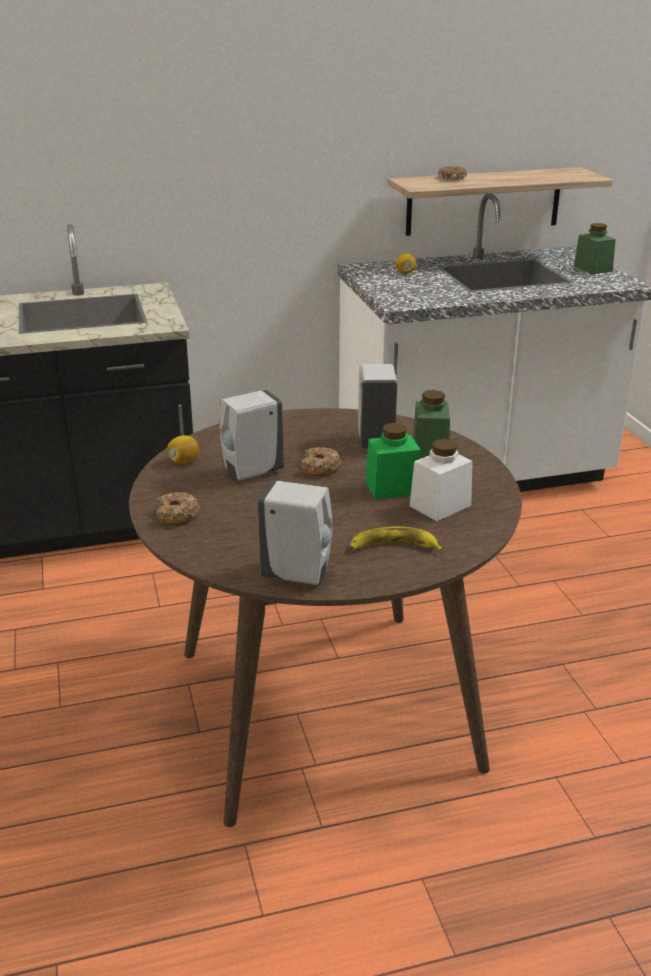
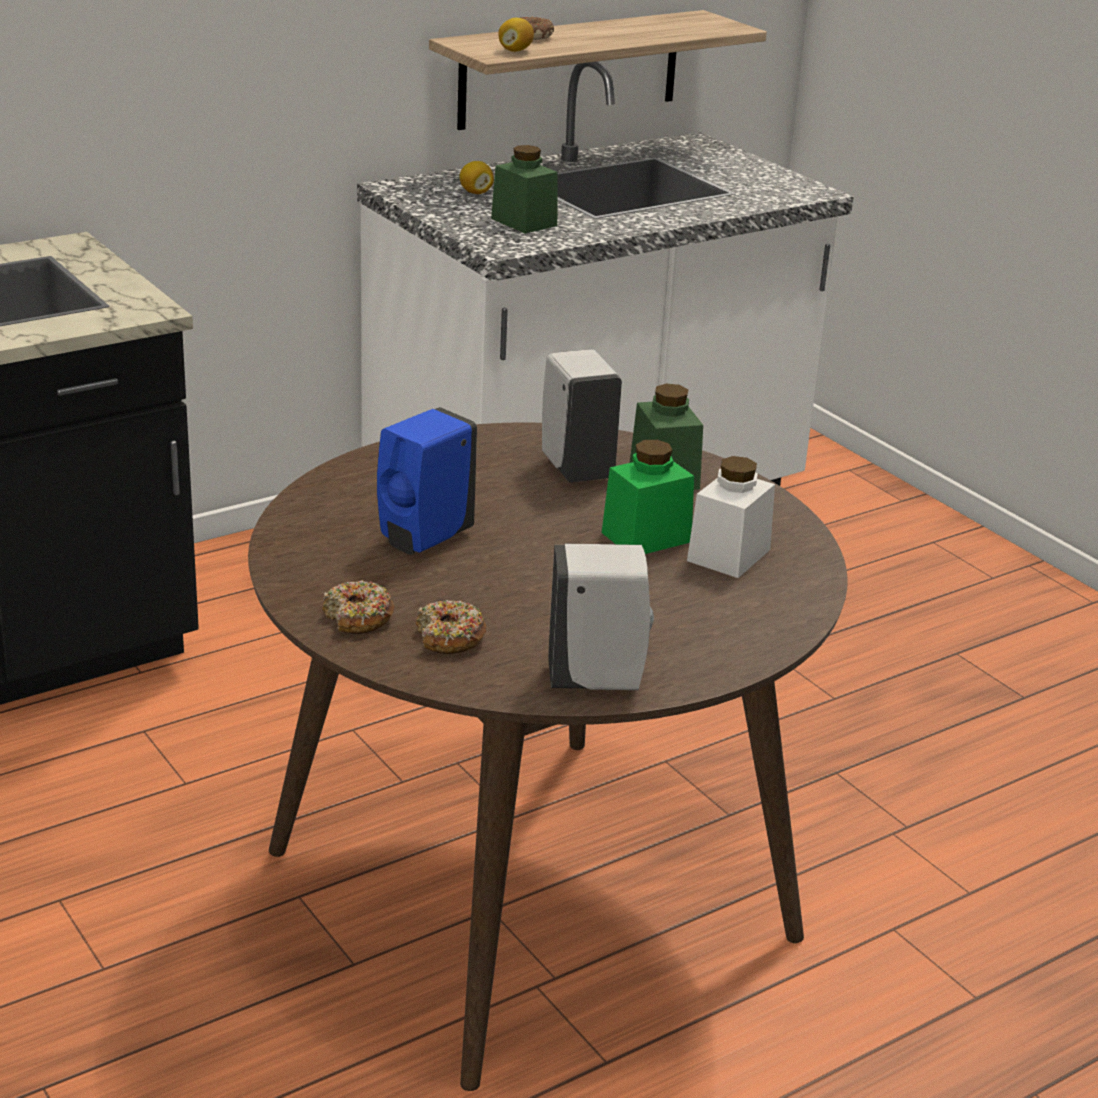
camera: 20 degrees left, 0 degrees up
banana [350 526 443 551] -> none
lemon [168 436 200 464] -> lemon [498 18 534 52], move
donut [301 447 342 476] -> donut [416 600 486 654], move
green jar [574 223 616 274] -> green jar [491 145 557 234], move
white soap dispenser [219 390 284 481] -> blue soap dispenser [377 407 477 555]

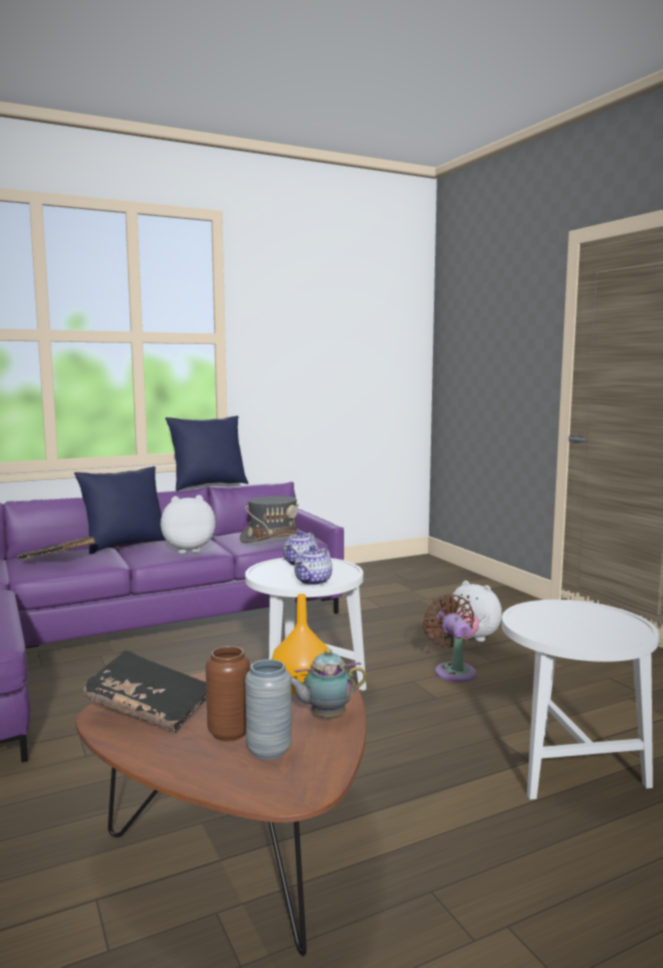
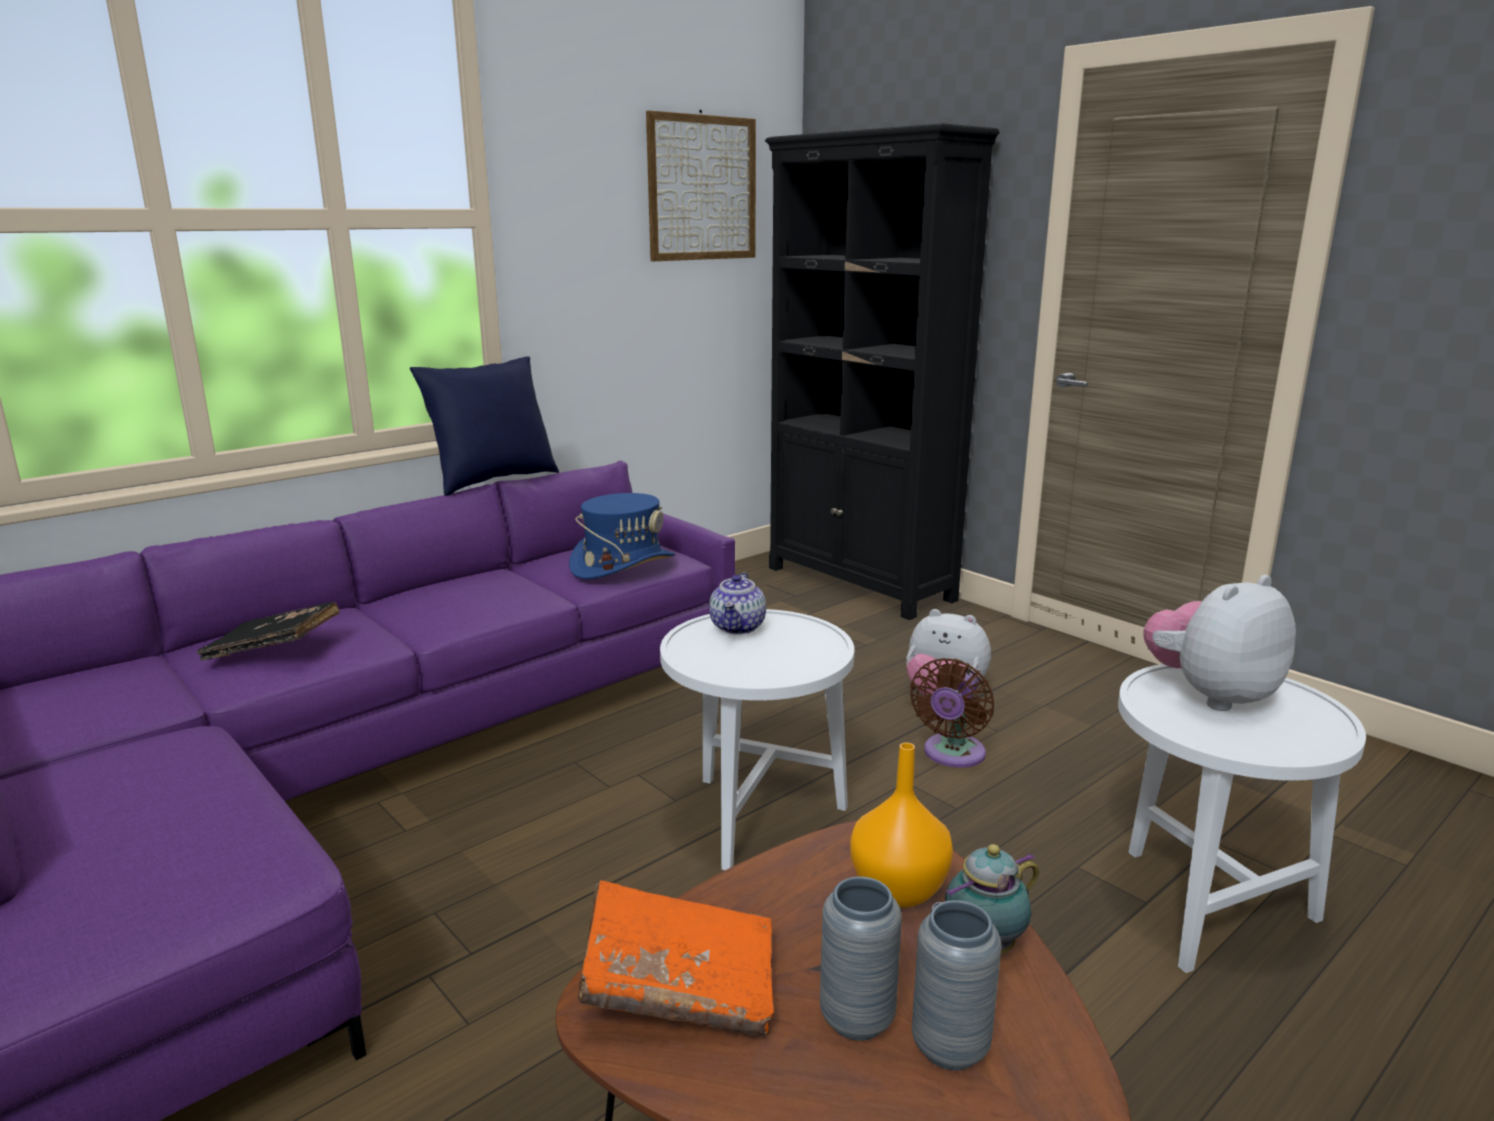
camera: 15 degrees left, 10 degrees up
blue pillow [74 466 166 554] -> none
teapot [294 545 332 585] -> none
none -> picture [646 109 756 261]
none -> black bookcase [765 123 1000 620]
plush toy [160 495 216 553] -> plush toy [1143 575 1296 711], move
black book [82 650 207 733] -> orange book [578 880 774 1036]
brown vase [206 646 250 742] -> grey vase [820 877 902 1040]
grey hat [240 496 304 543] -> blue hat [569 493 675 579]
brown fan [423 595 477 682] -> brown fan [910 658 994 768], 120 degrees counterclockwise

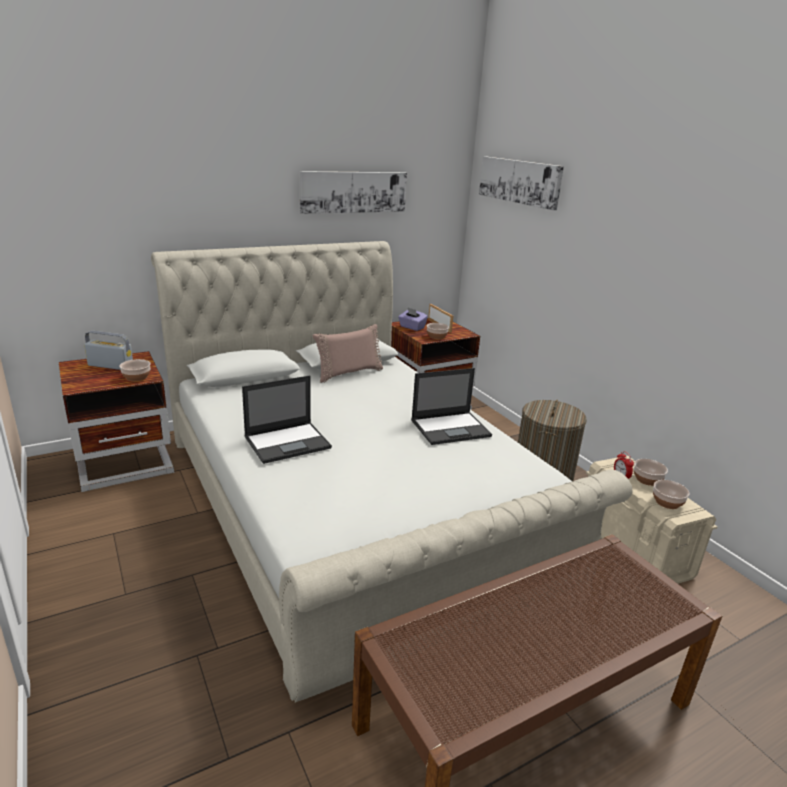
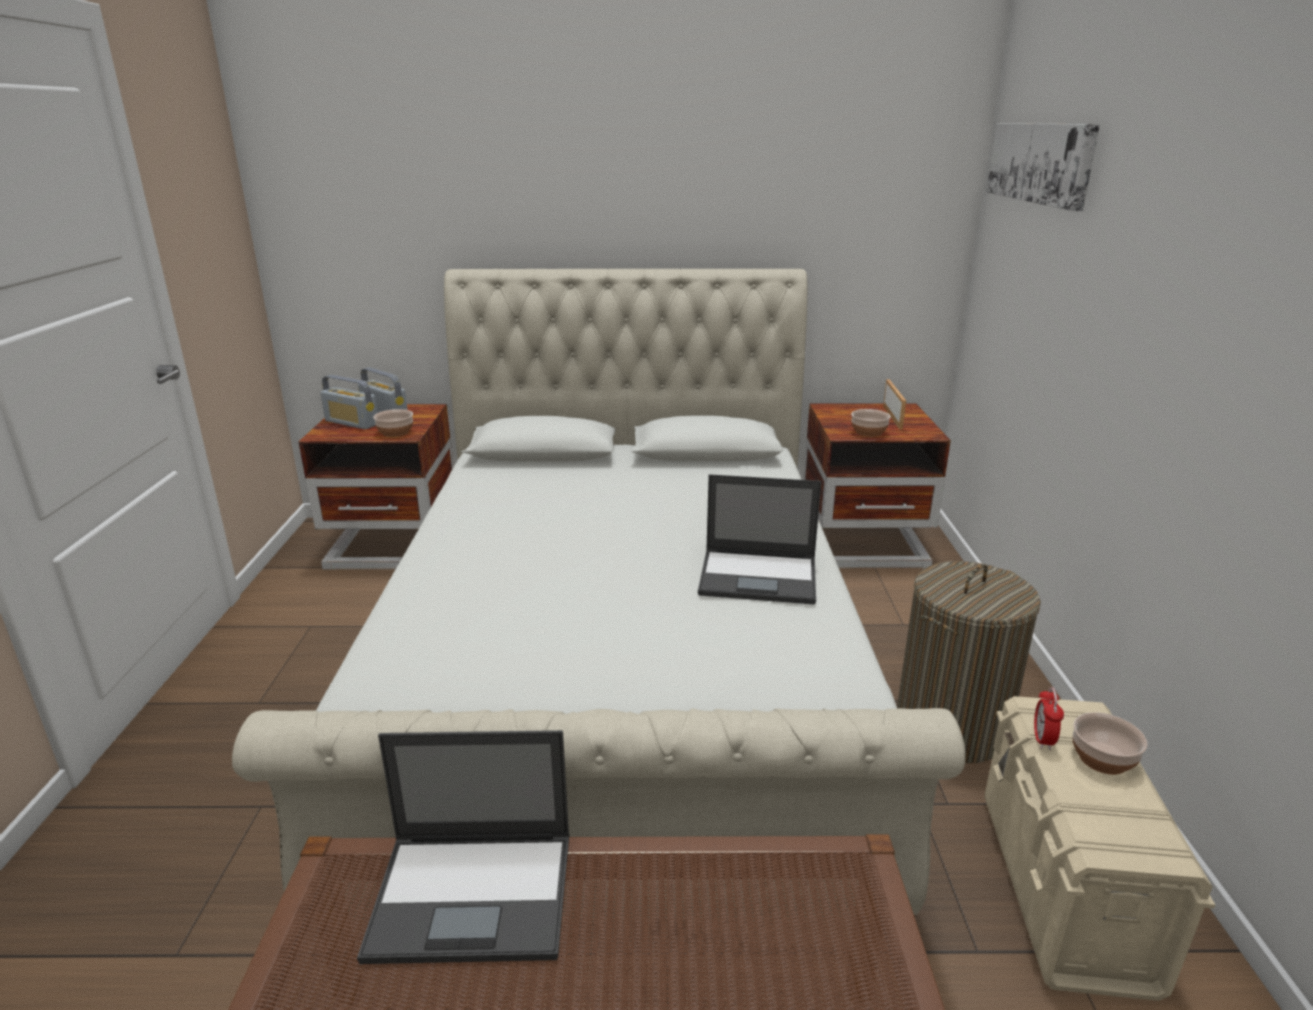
camera: 30 degrees right, 0 degrees up
picture [300 171 407 214] -> none
beige pillow [312 324 383 383] -> none
purple tissue box [398 308 428 331] -> none
bowl [653 480 690 509] -> none
none -> radio [320 375 377 430]
laptop [242 375 332 464] -> laptop [357 730 569 964], move

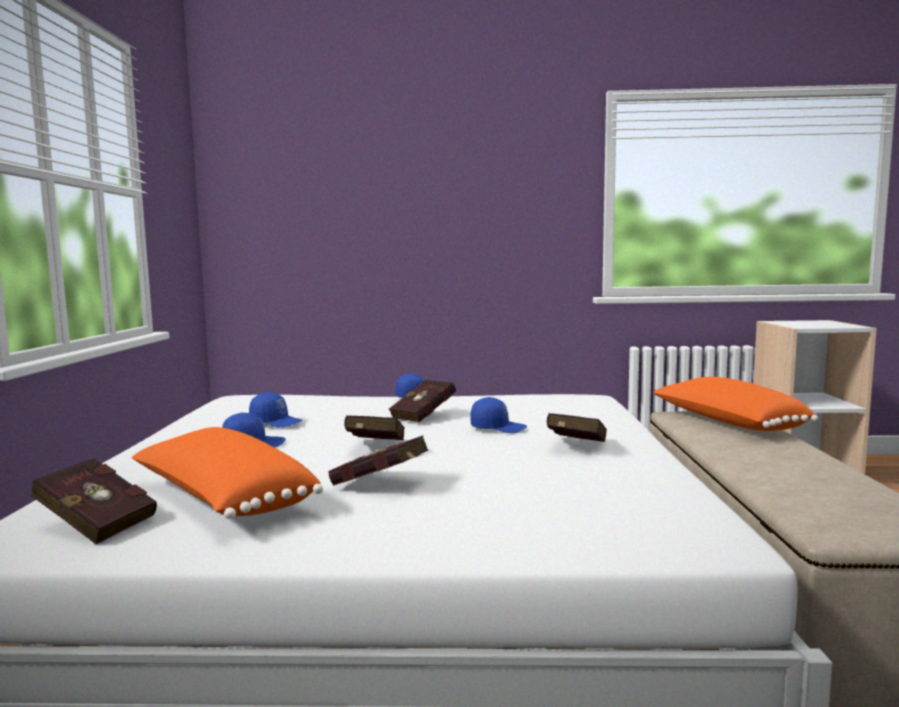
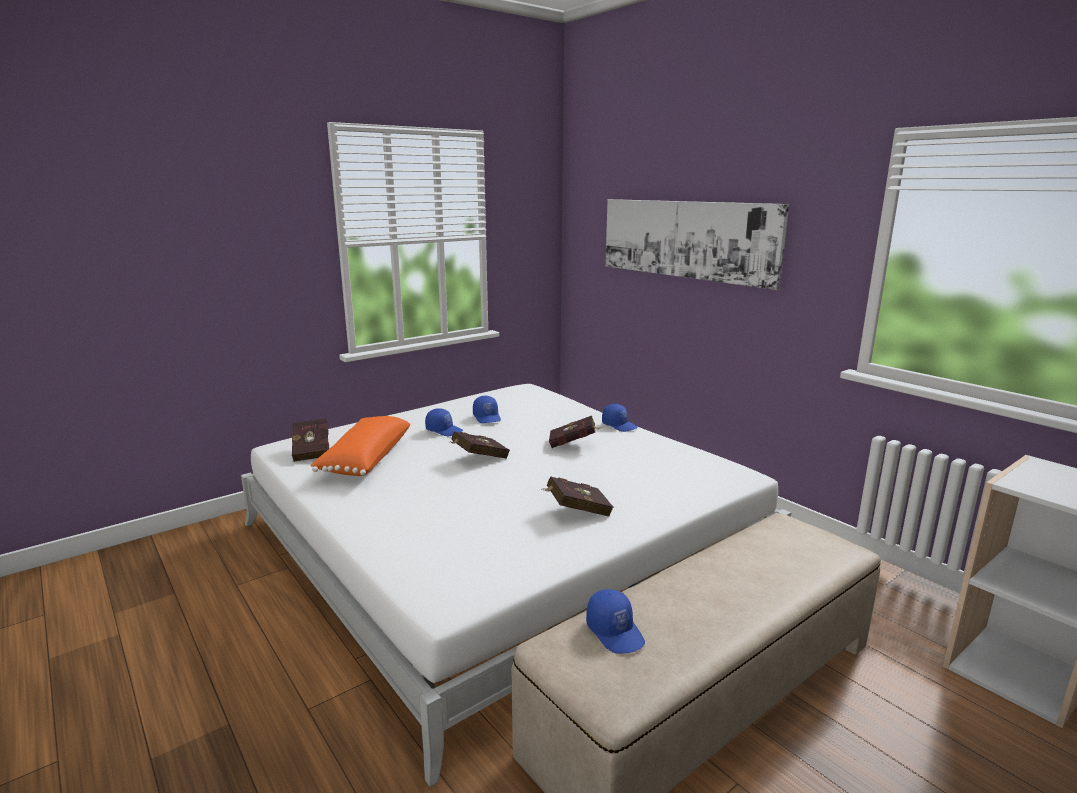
camera: 50 degrees right, 10 degrees up
red book [328 436 428 486] -> none
orange pillow [653 377 819 431] -> none
none -> picture [605 199 789 290]
blue cap [470 397 527 433] -> blue cap [586 589 645 654], move

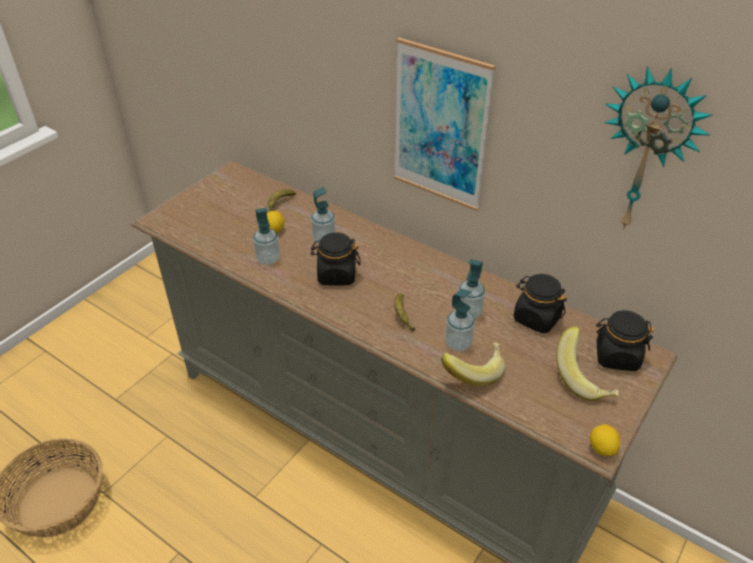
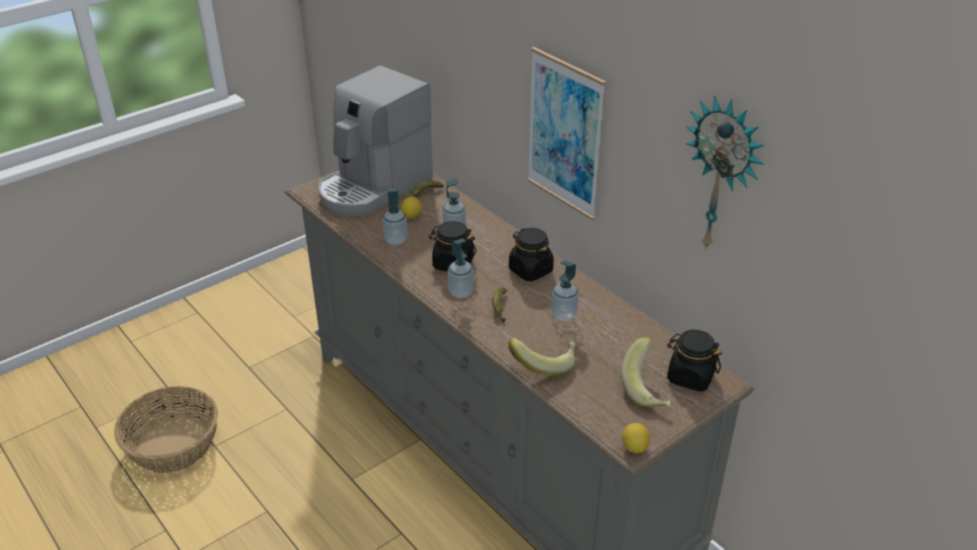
camera: 15 degrees right, 5 degrees down
none -> coffee machine [318 65 433 216]
soap dispenser [445 289 475 351] -> soap dispenser [448 239 474 298], move
black jar [513 274 567 333] -> black jar [509 228 554 281], move

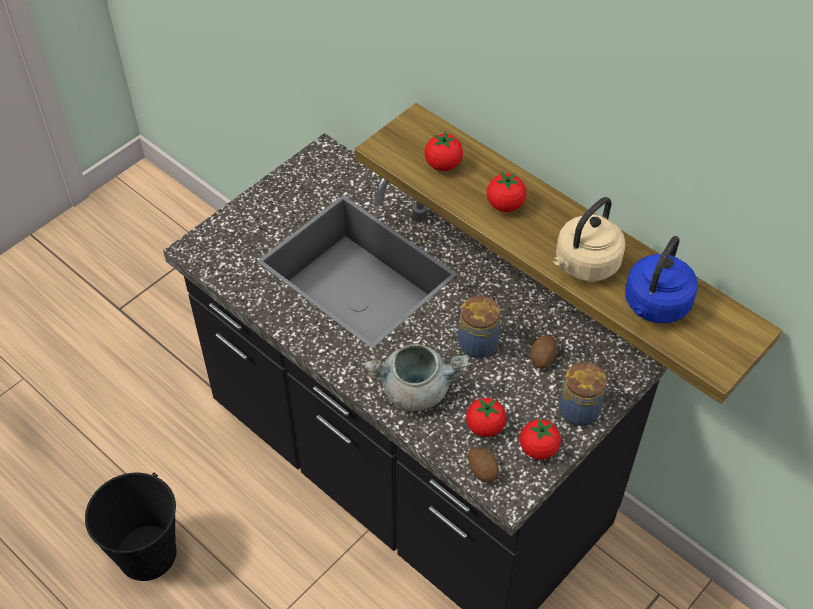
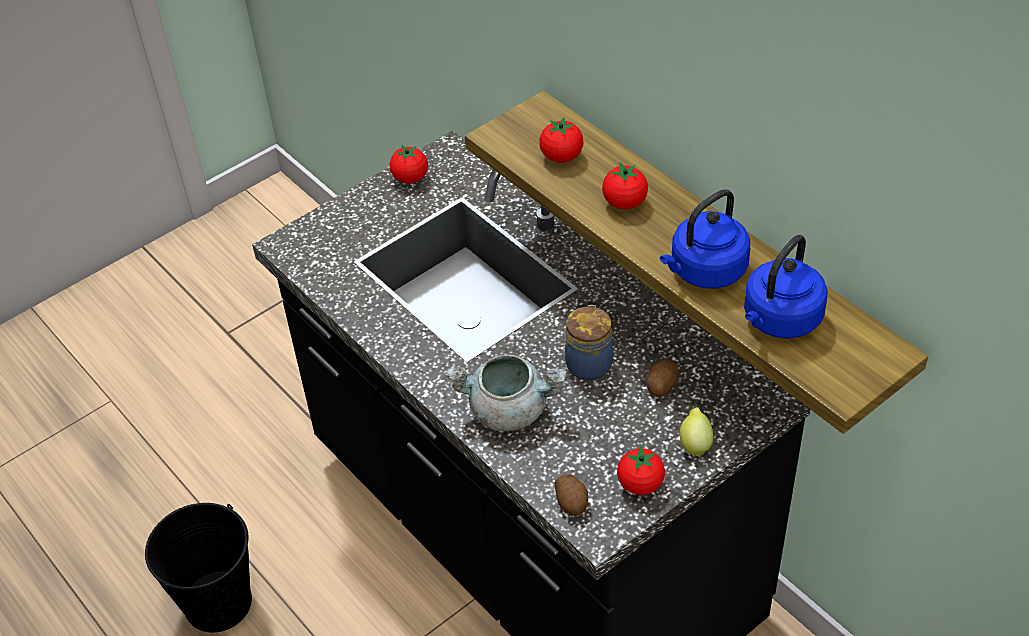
camera: 10 degrees right, 5 degrees down
tomato [466 398 506 437] -> tomato [389 145 428 184], move
jar [559 360 607 426] -> lemon [680 407 713 457]
beige kettle [553 197 626 282] -> blue kettle [660 189 750 289]

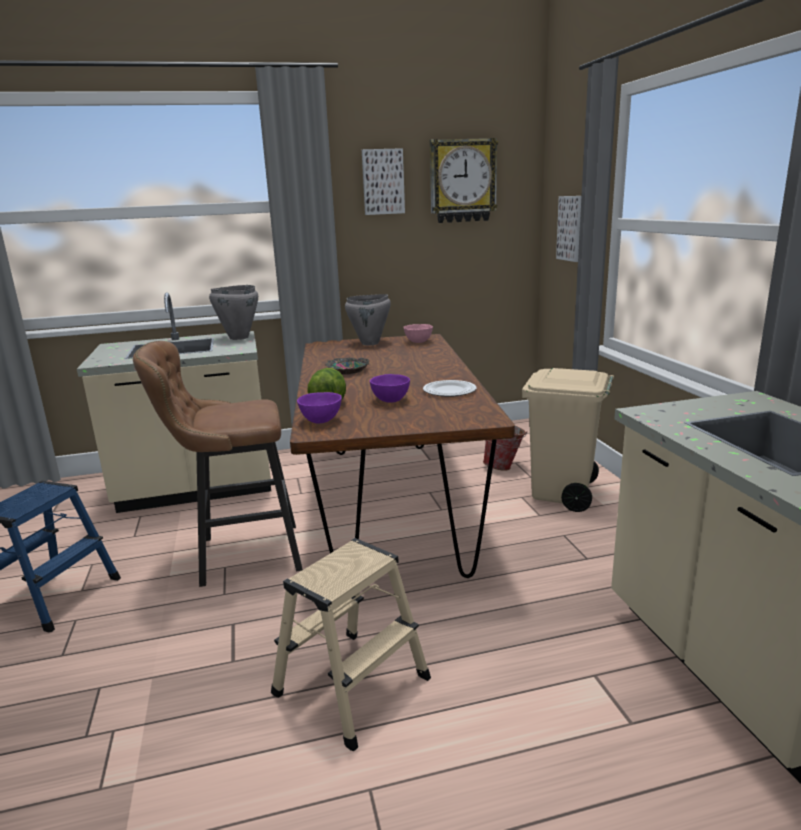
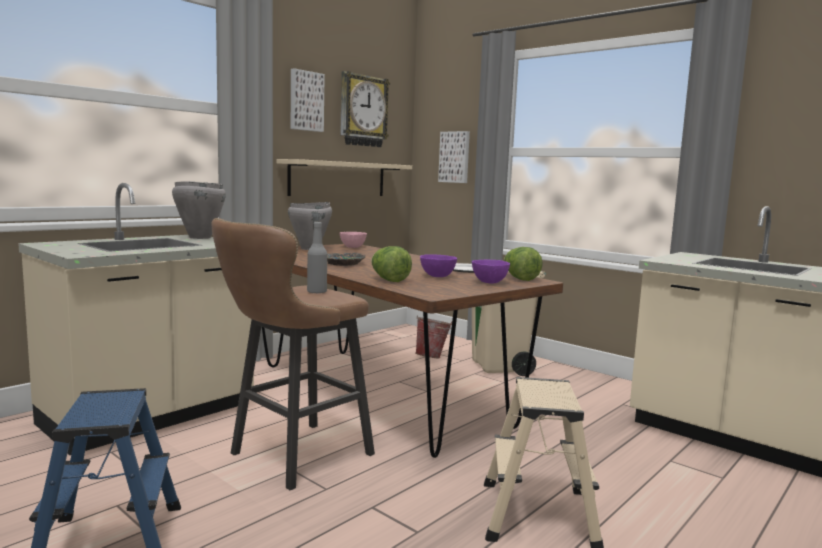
camera: 35 degrees left, 10 degrees down
none -> beige shelf [277 159 412 196]
none -> grey bottle [307 222 327 294]
none -> lettuce [504 247 543 281]
purple bowl [297 392 342 423] -> purple bowl [472 260 510 284], move

